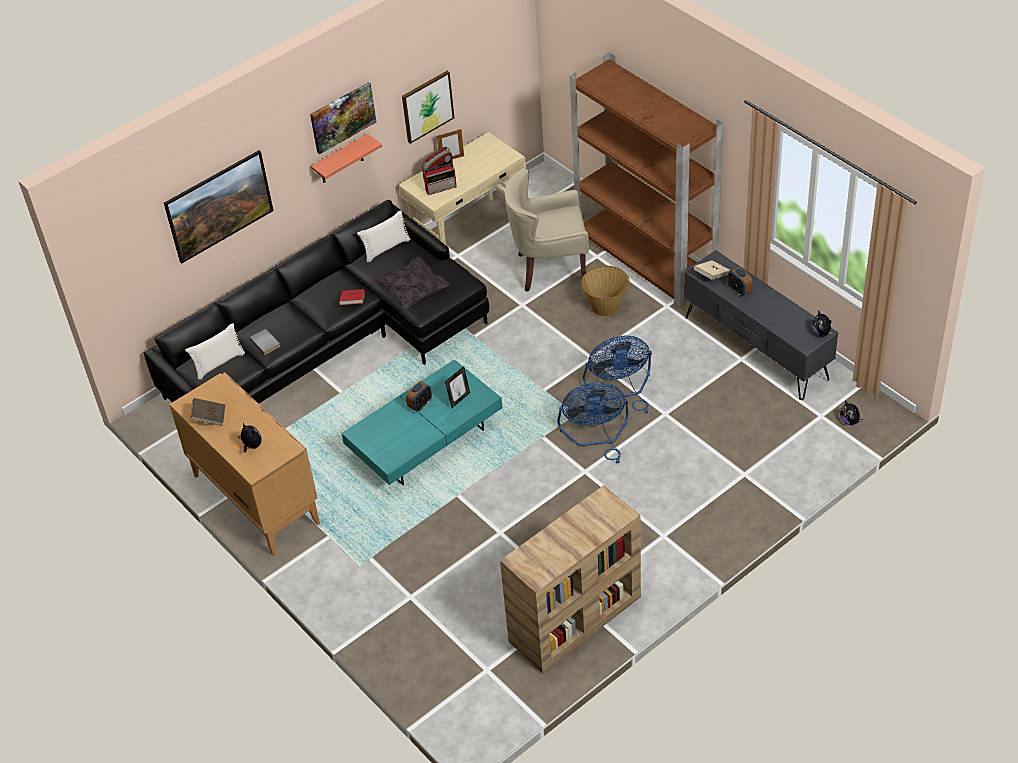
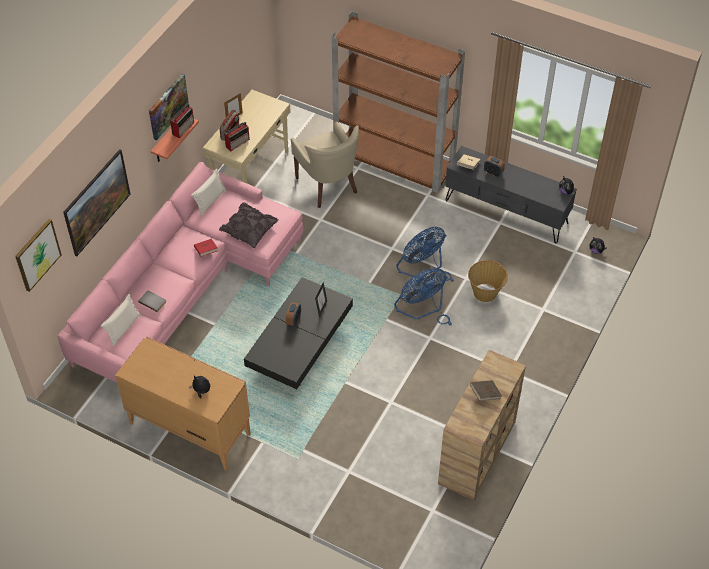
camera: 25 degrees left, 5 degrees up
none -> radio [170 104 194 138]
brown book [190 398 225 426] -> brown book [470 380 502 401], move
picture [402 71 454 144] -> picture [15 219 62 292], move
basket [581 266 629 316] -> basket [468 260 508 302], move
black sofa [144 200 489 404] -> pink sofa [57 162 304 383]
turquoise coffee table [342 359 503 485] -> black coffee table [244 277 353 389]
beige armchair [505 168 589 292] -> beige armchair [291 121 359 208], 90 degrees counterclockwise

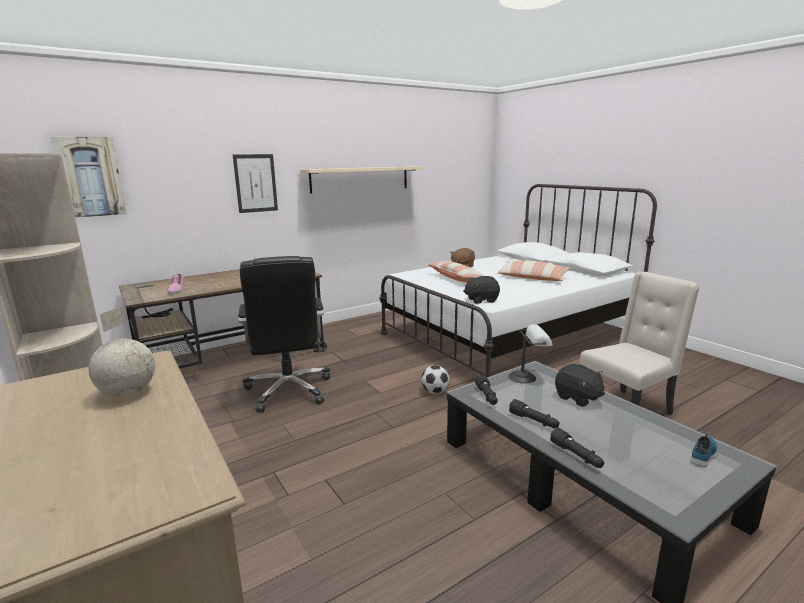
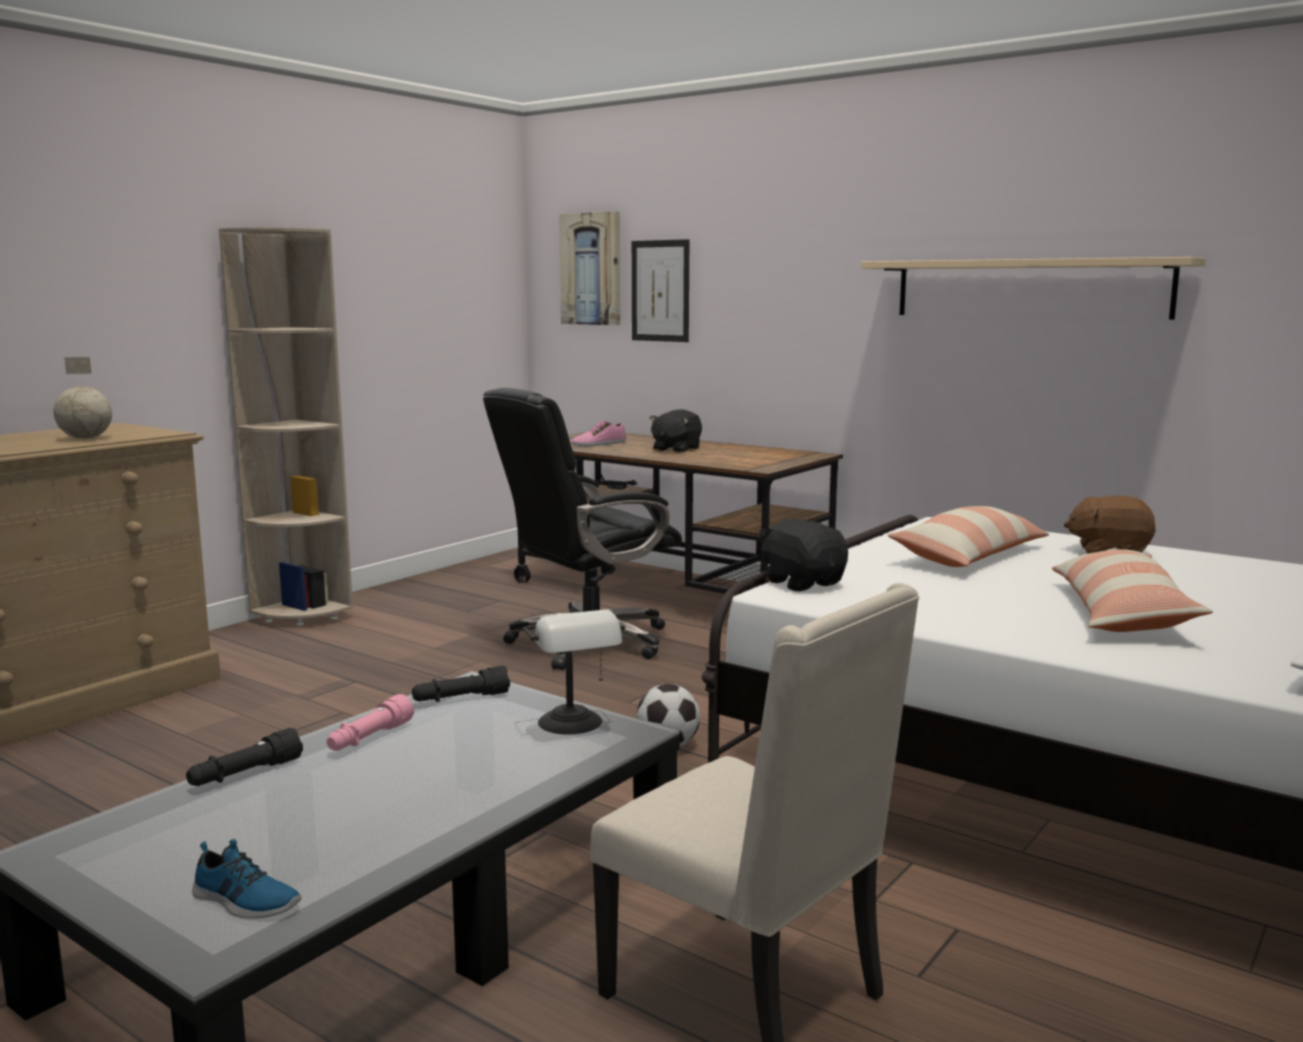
camera: 70 degrees right, 5 degrees down
picture [233 154 278 213] -> picture [632 239 689 342], move
black plush toy [555 364 605 407] -> black plush toy [649 409 702 453], move
black flashlight [509 399 559 428] -> pink flashlight [327 694 414 751]

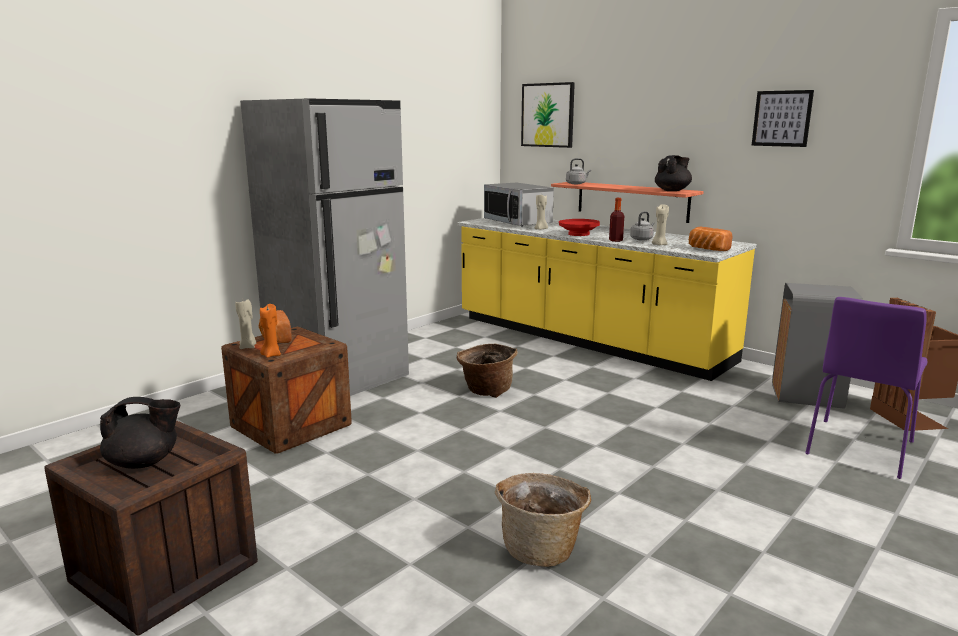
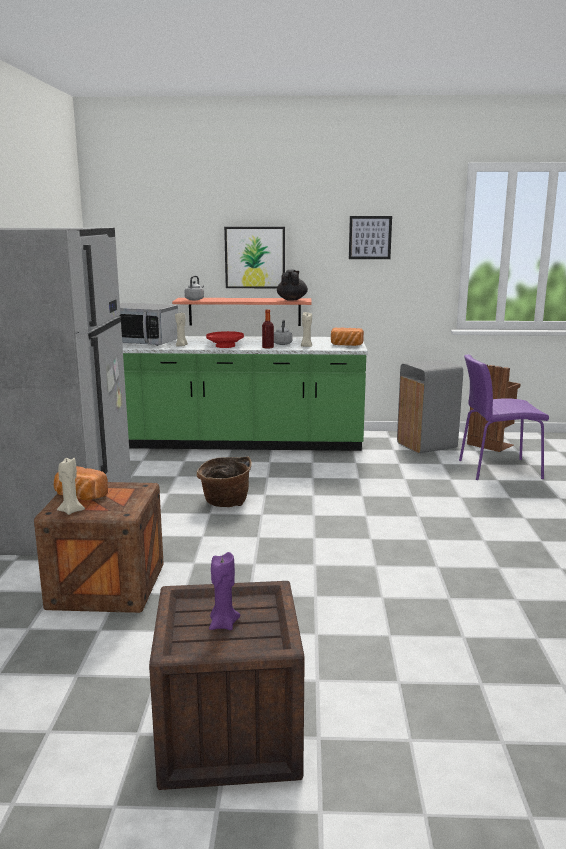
camera: 40 degrees left, 0 degrees up
orange candle [260 304 281 358] -> none
basket [495 473 591 567] -> none
picture [521 82 575 148] -> picture [224 227 285 288], move
black teapot [100 397 181 469] -> purple candle [209 552 240 630]
yellow counter [458 218 757 381] -> green counter [122 336 368 451]
purple chair [805 297 927 479] -> purple chair [459 354 549 480], 90 degrees clockwise

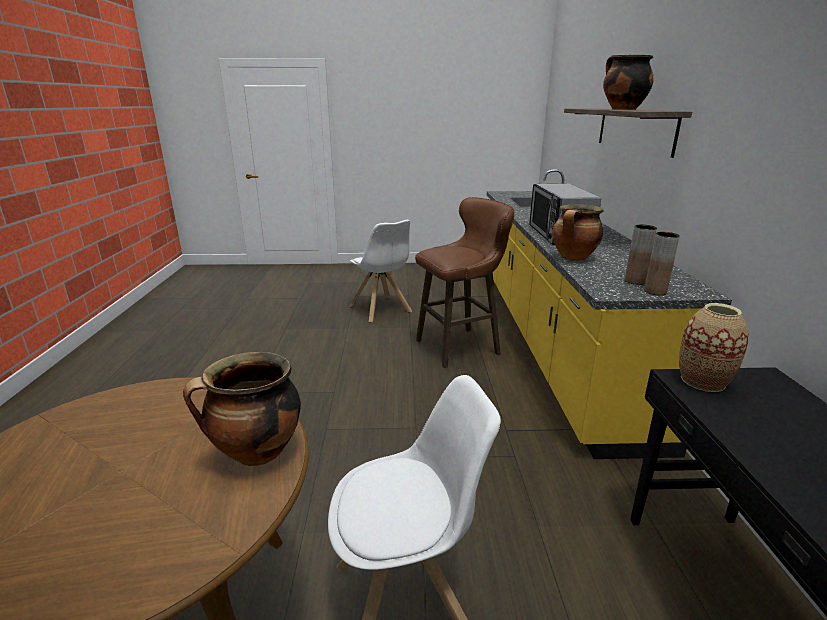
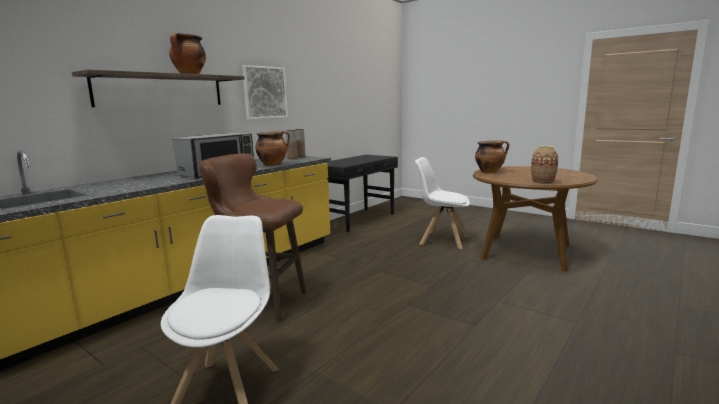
camera: 140 degrees left, 10 degrees down
none -> picture [242 65 288 120]
vase [679 303 749 392] -> vase [531 146 558 185], move

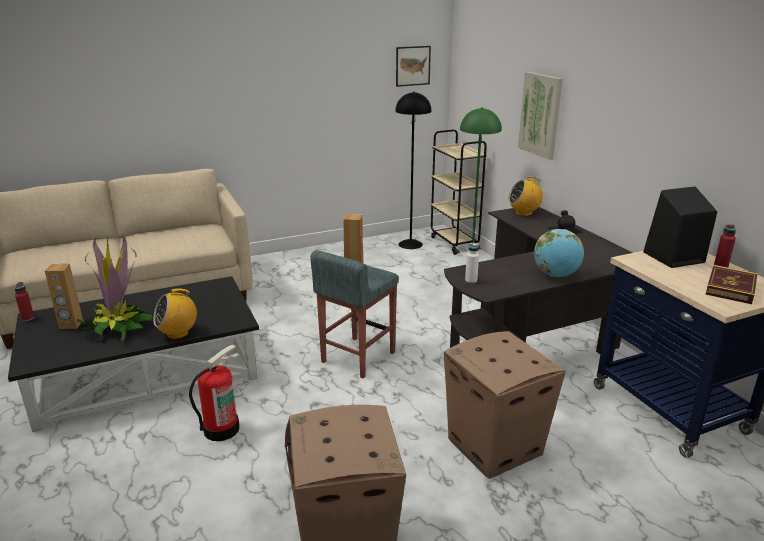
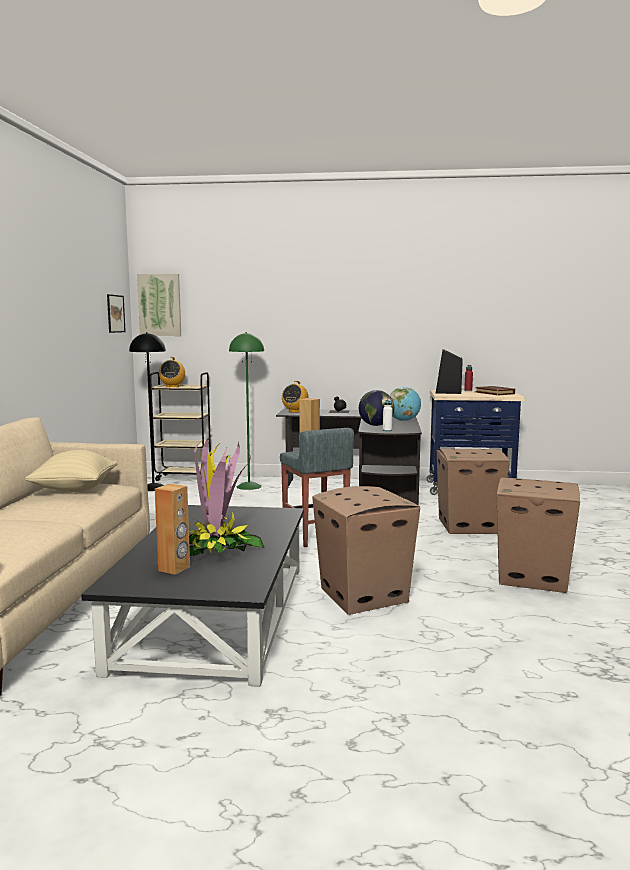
camera: 60 degrees left, 15 degrees down
red bottle [15 282 34 321] -> none
none -> beige pillow [25 450 118 492]
none -> globe [359 390 394 426]
radio [153 288 197 339] -> radio [159 357 185 387], move
picture [518 72 563 160] -> picture [137 274 181 336], move
fire extinguisher [189 344 240 441] -> cardboard box [312 486 420 615]

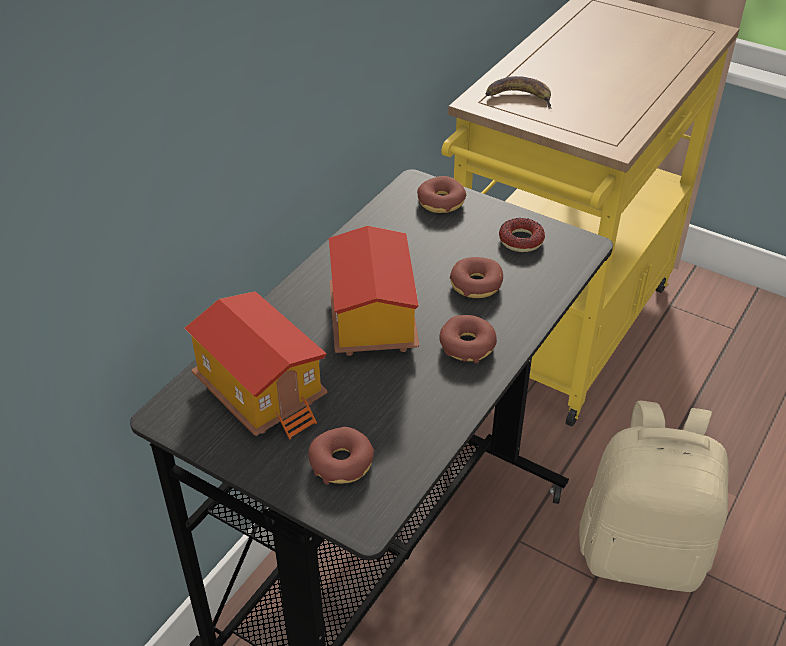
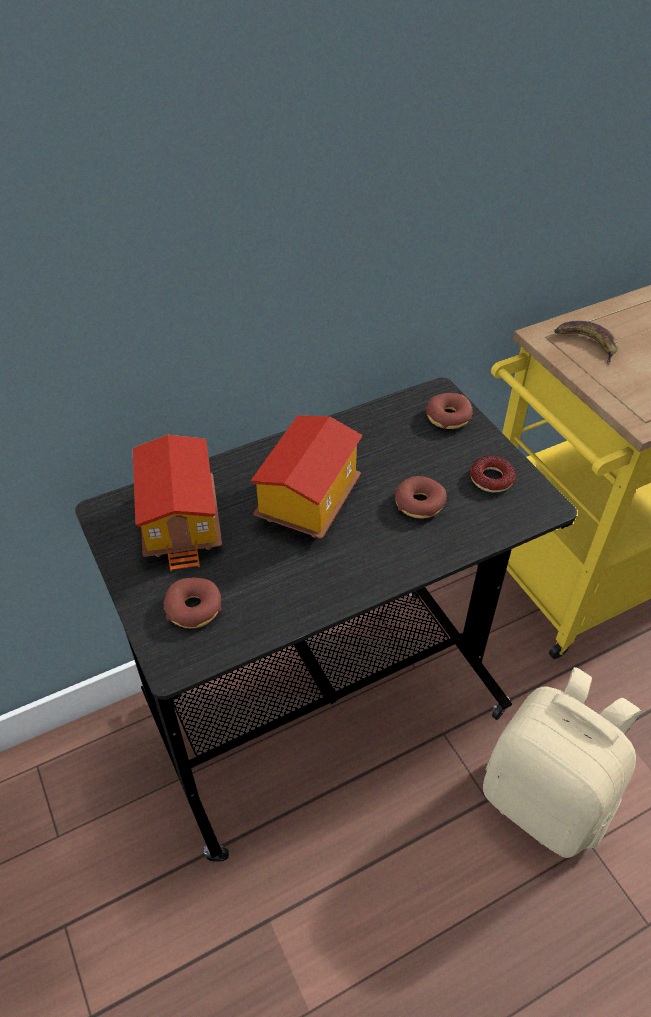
camera: 30 degrees right, 5 degrees up
donut [439 315 497 363] -> none

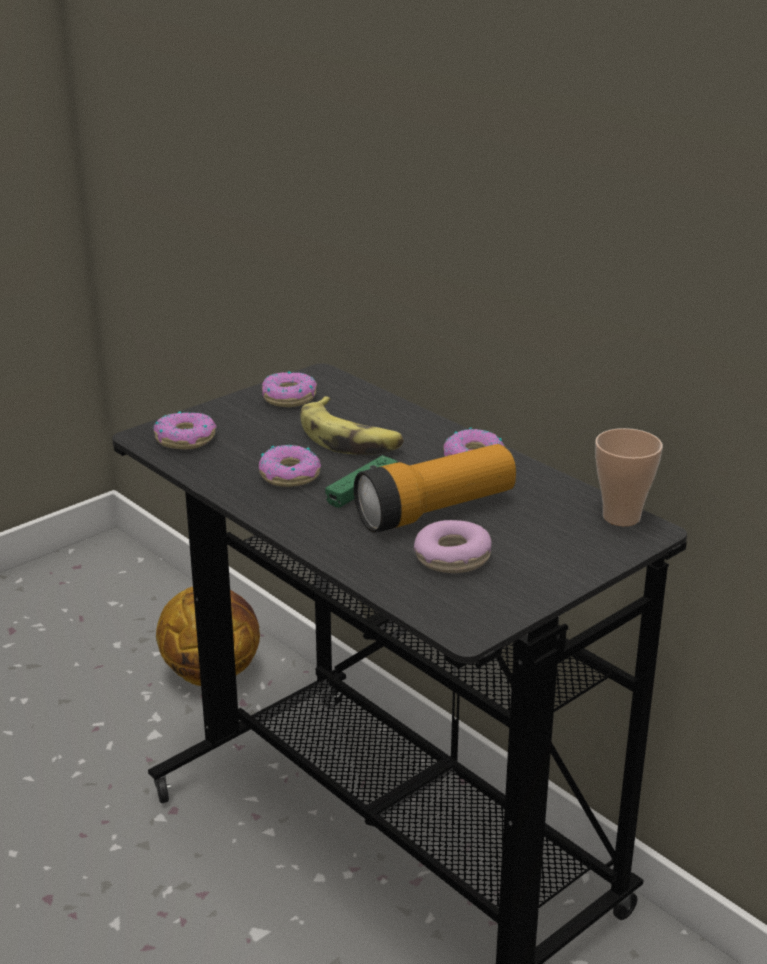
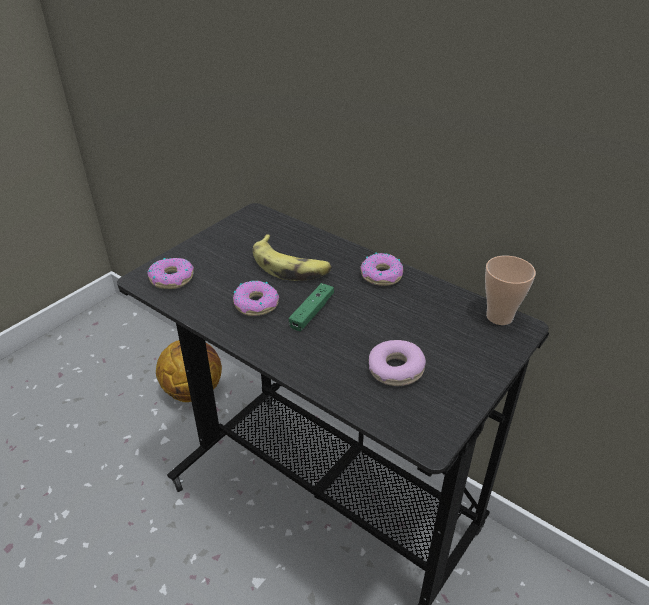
camera: 10 degrees left, 10 degrees up
donut [262 371 317 407] -> none
flashlight [354 444 516 533] -> none

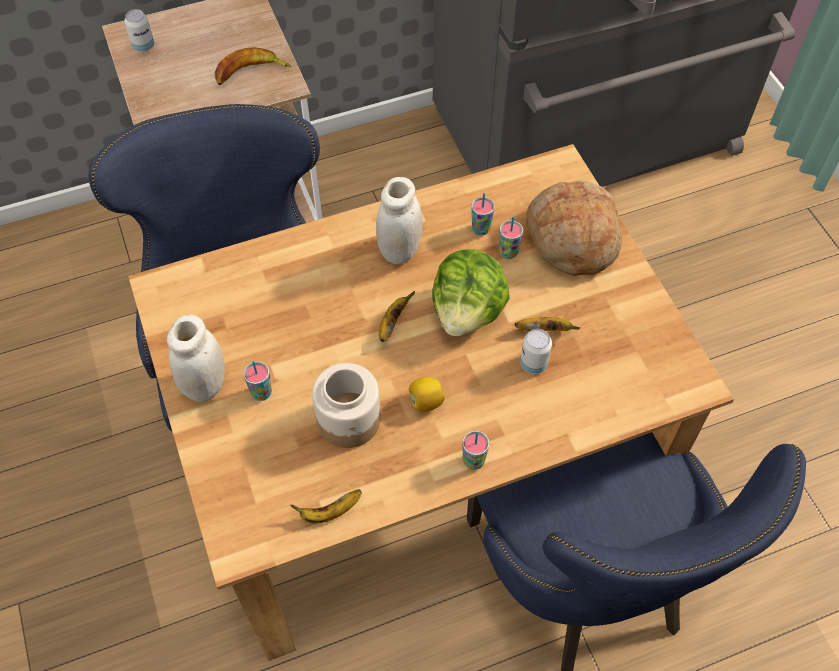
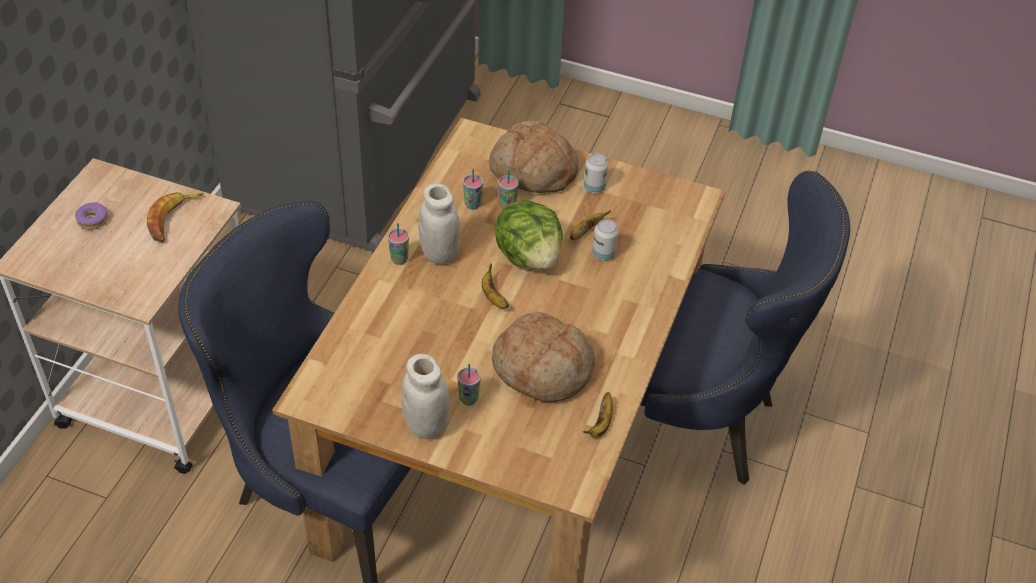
camera: 50 degrees left, 10 degrees down
lemon [409 377 445 412] -> none
none -> donut [75 203 108 230]
can [124 9 154 52] -> can [584 153 608 193], move
cup [462 431 489 470] -> cup [388 223 409 265], move
jar [312 363 381 448] -> bread [492 312 595 402]

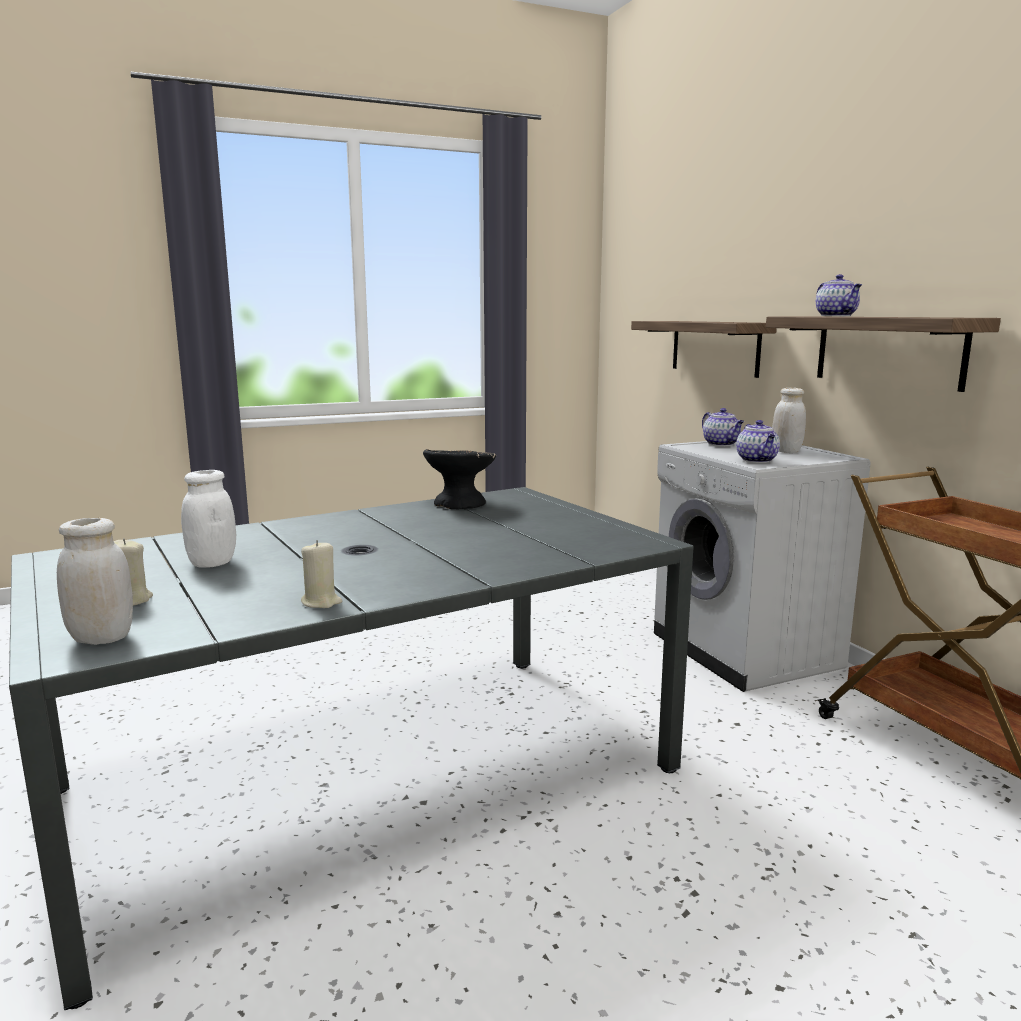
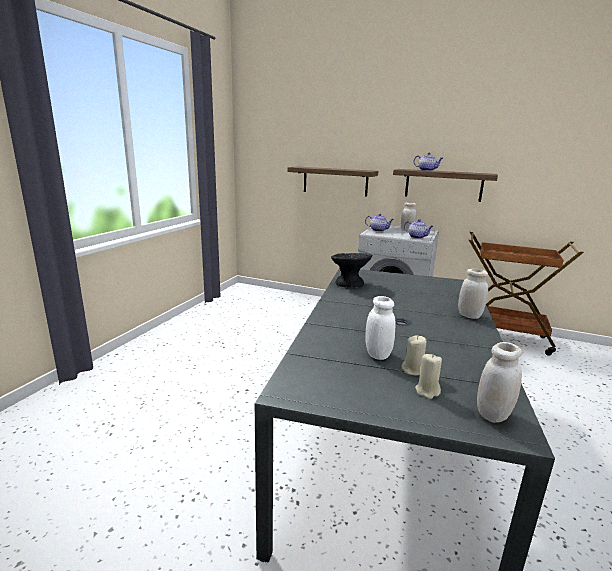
camera: 45 degrees left, 5 degrees up
none -> white jar [458 269 488 319]
beige candle [301 540 342 608] -> beige candle [402 336 426 376], move

